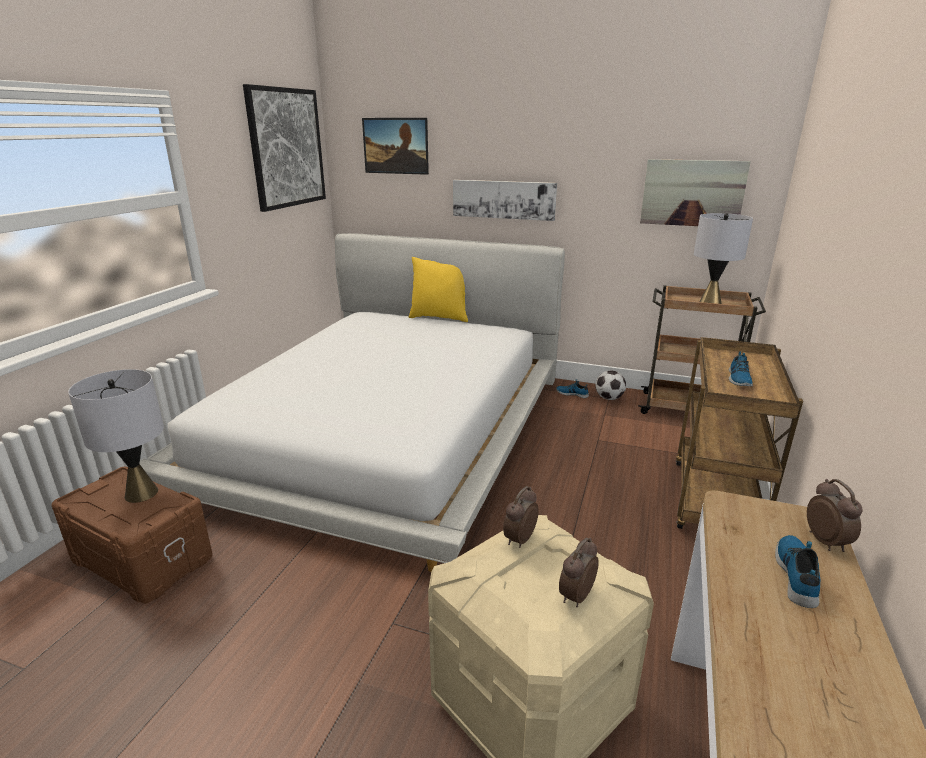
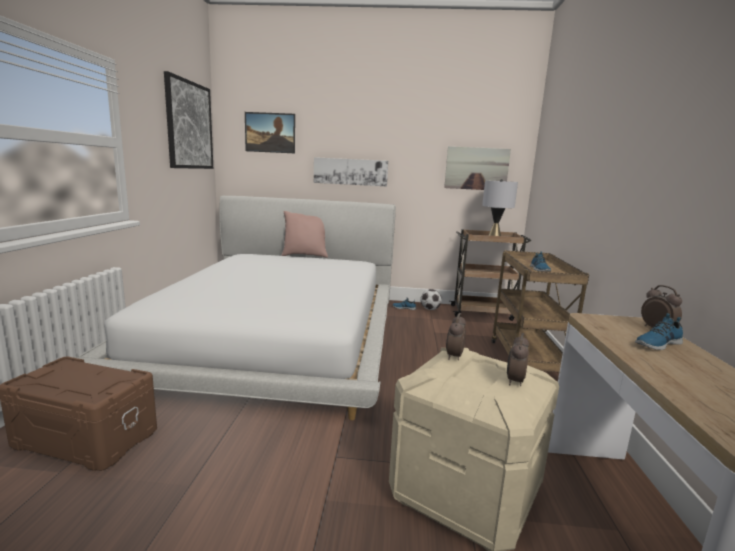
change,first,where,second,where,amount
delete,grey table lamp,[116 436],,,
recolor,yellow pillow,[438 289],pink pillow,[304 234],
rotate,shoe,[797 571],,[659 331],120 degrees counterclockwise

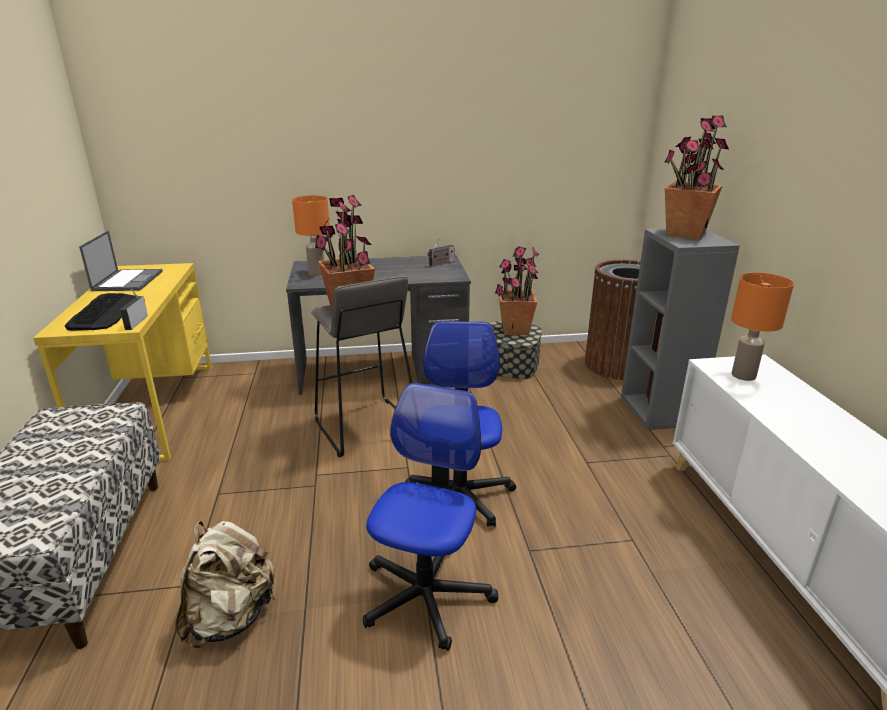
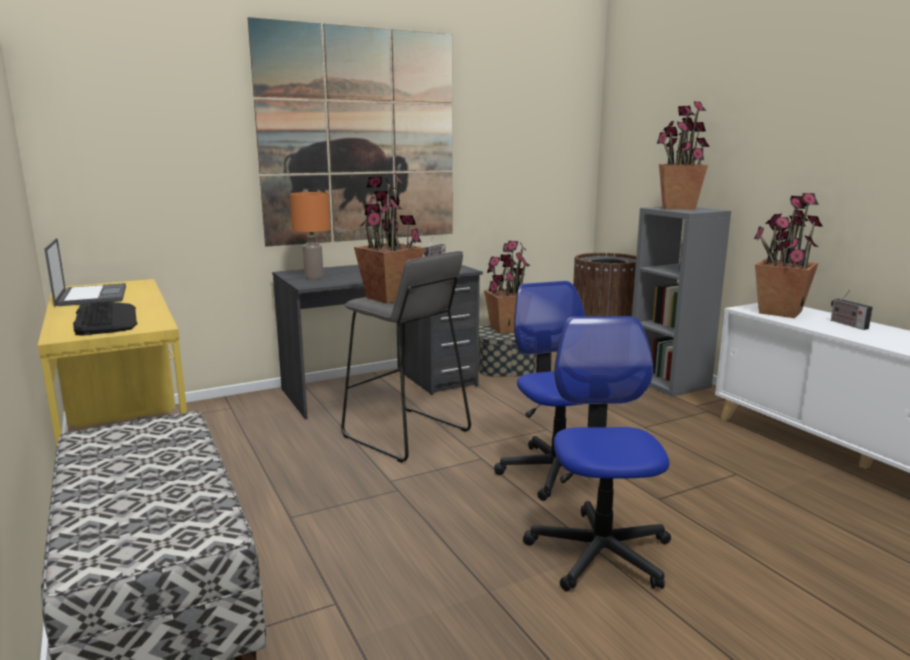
change,first,where,second,where,amount
move,radio,[134 309],,[852 310],
delete,beige backpack,[226 584],,,
replace,orange table lamp,[762 326],potted plant,[788 255],
insert,,,picture,[350 131],

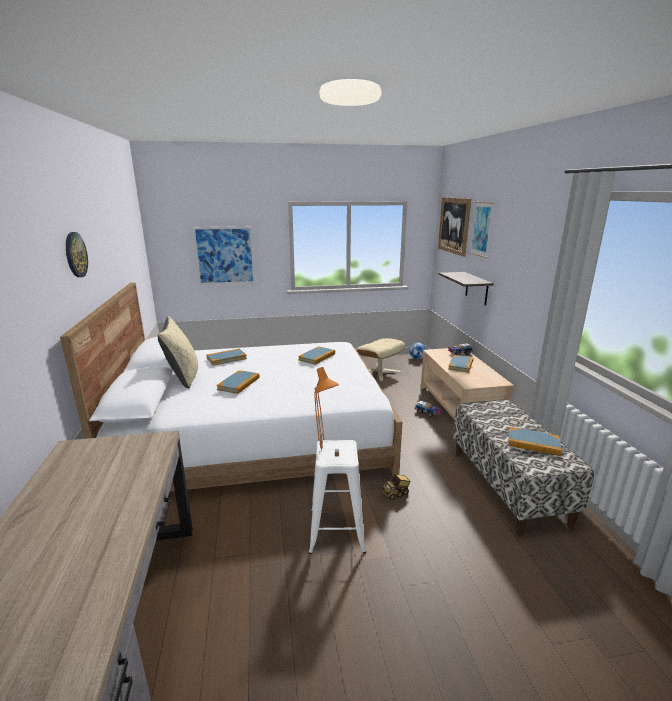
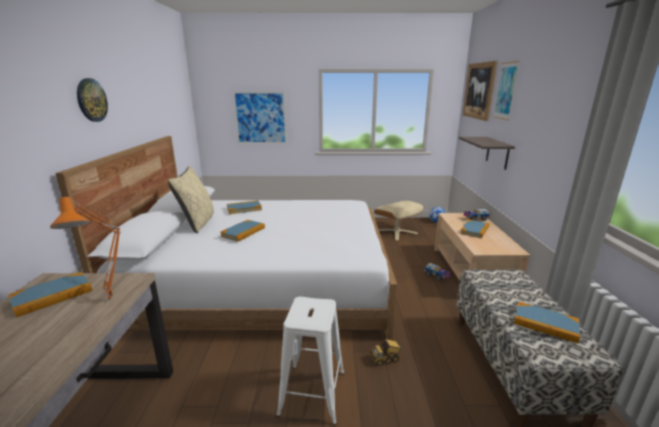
change,first,where,second,where,amount
move,book,[316 355],,[50 294],
move,orange table lamp,[326 409],,[85 249],

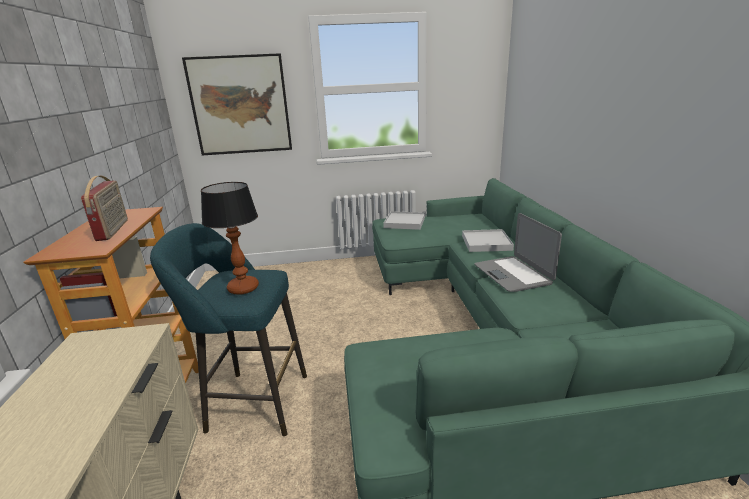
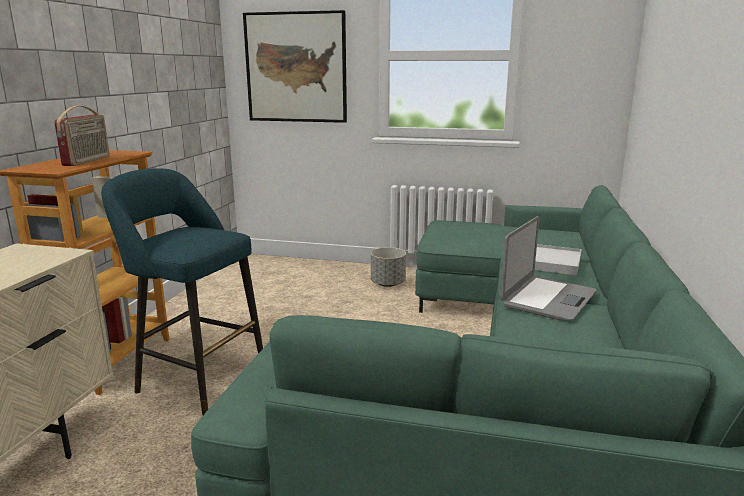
change,first,where,second,where,amount
delete,table lamp,[230 238],,,
delete,white tray,[404 220],,,
rotate,laptop,[518 252],,[548 268],150 degrees counterclockwise
insert,,,grey planter,[388 267],

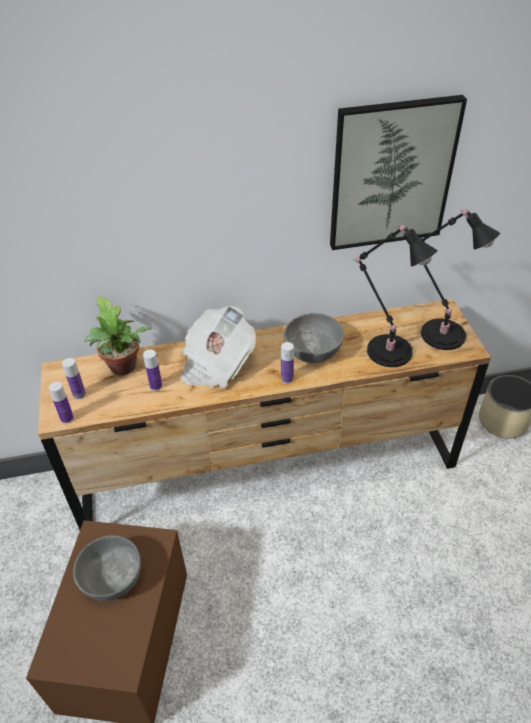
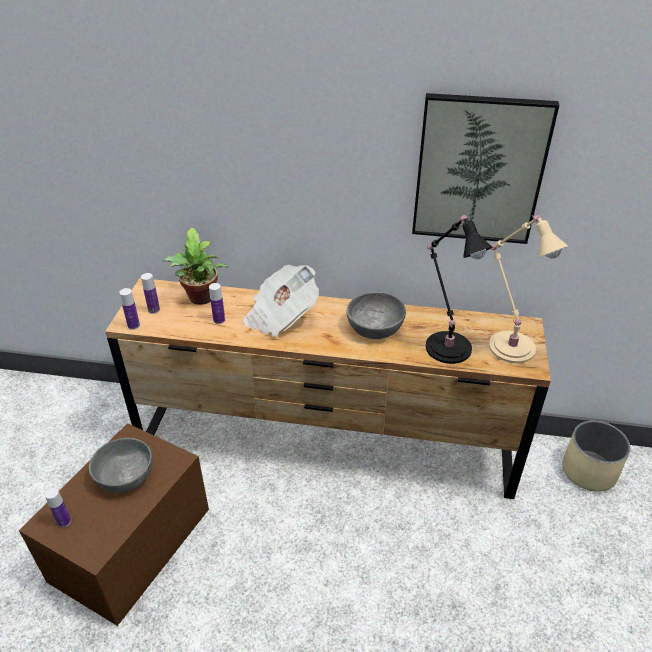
change,first,where,second,where,amount
move,bottle,[287 362],,[58 507],
recolor,black table lamp,[460 279],beige table lamp,[528 289],

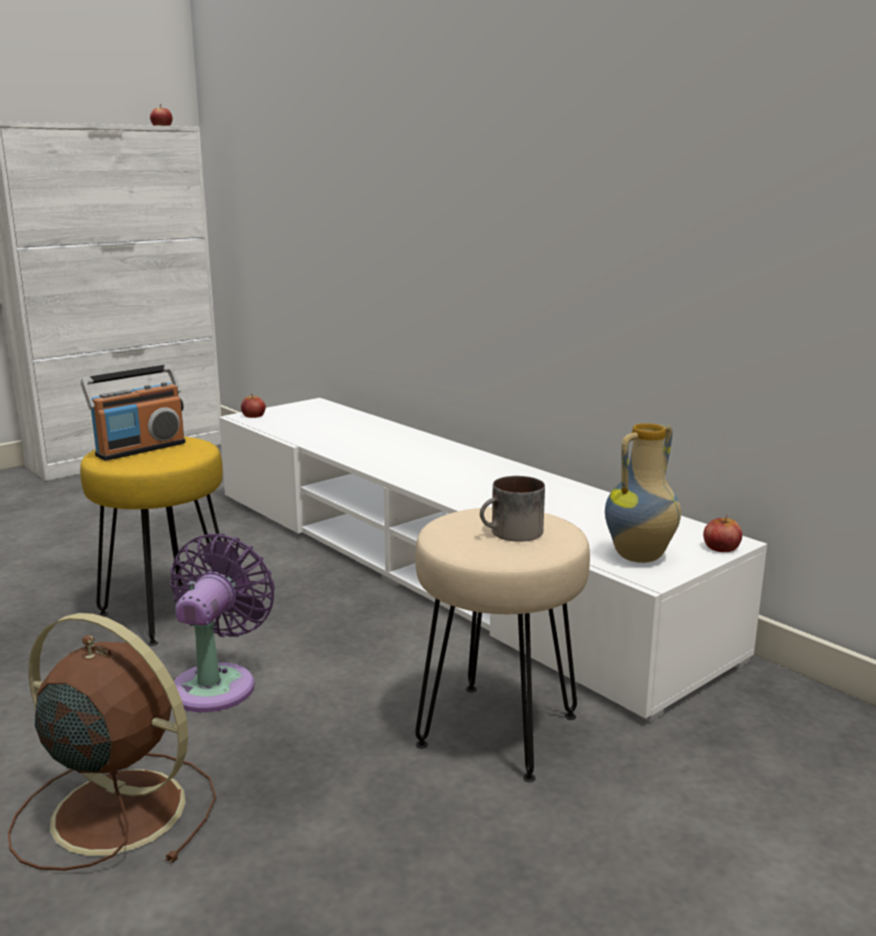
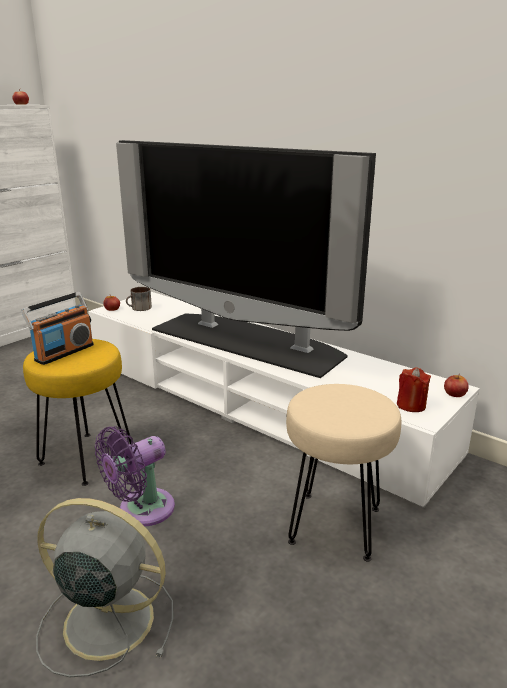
change,first,where,second,where,amount
recolor,brown fan,[112 742],grey fan,[104 587],
rotate,purple fan,[222 622],,[135 476],135 degrees counterclockwise
move,mug,[512 509],,[139 299],
replace,vase,[643 493],red candle,[414 390],
insert,,,television,[246 259],

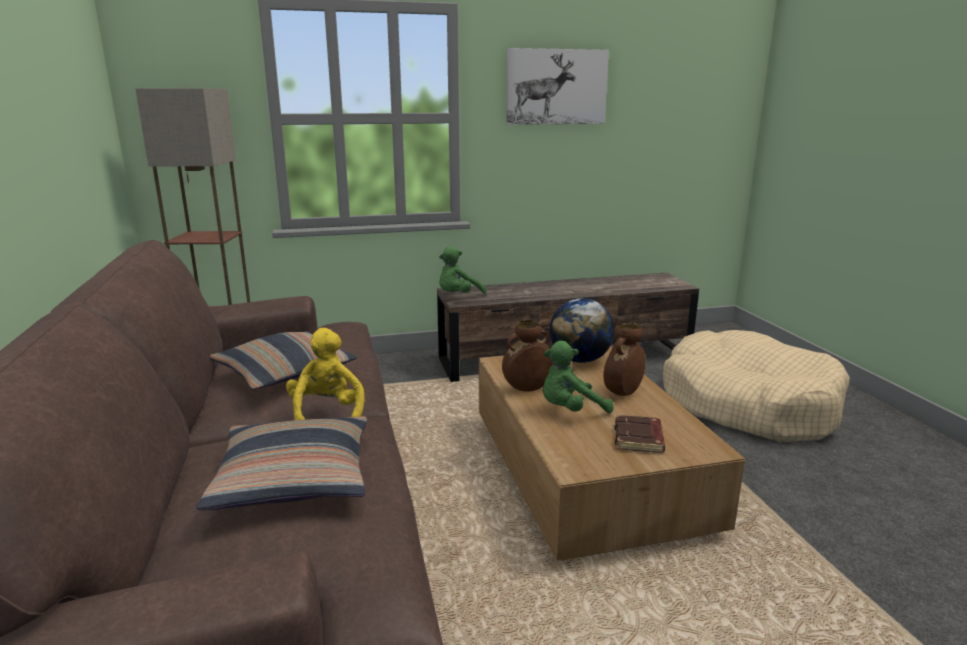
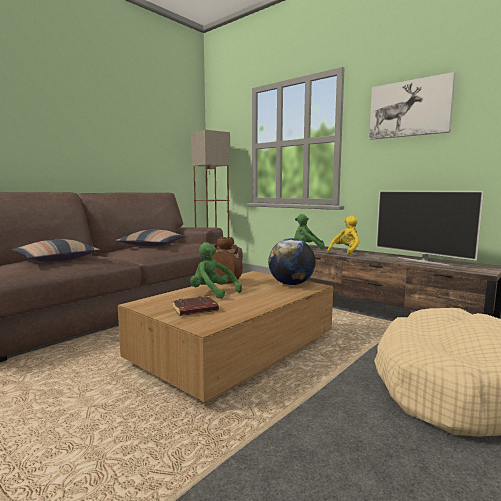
change,first,where,second,where,amount
move,yellow plush toy,[325 374],,[343 236],
delete,brown vase,[624 359],,,
insert,,,television,[430 228],

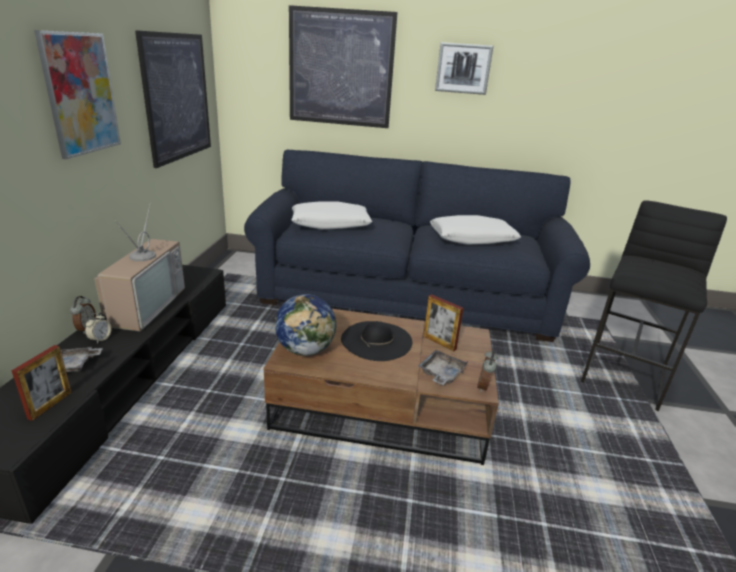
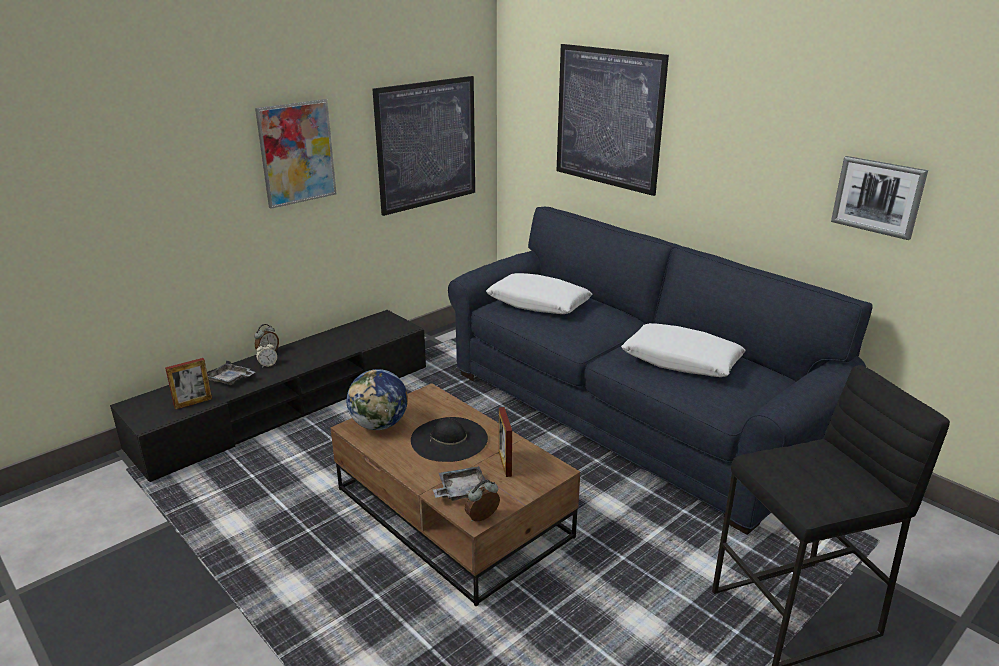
change,first,where,second,where,amount
delete,television,[139 266],,,
move,picture,[464 68],,[879 198],

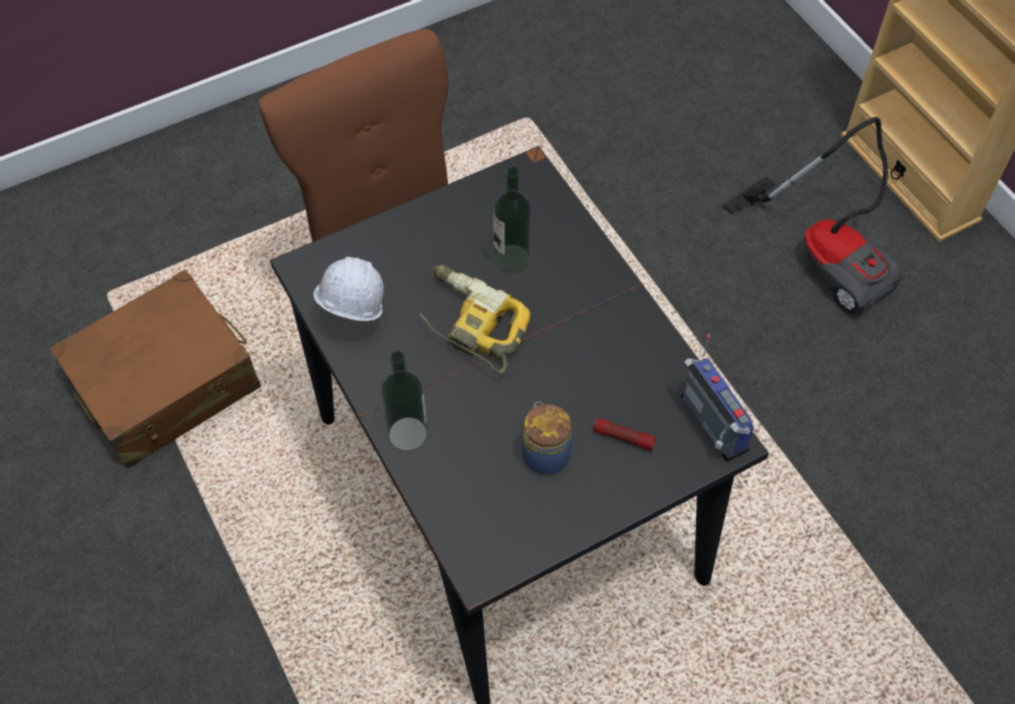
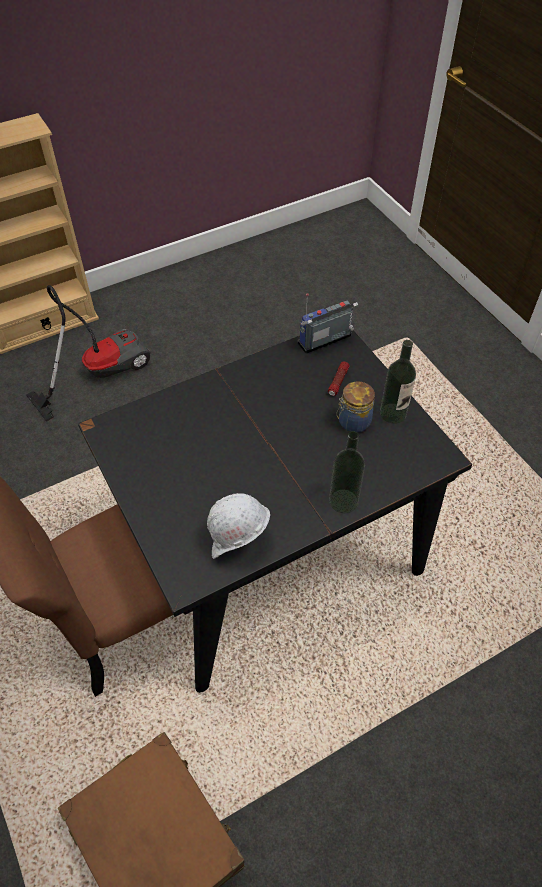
change,first,where,second,where,amount
delete,power drill,[474 320],,,
move,bottle,[512 220],,[398 382],

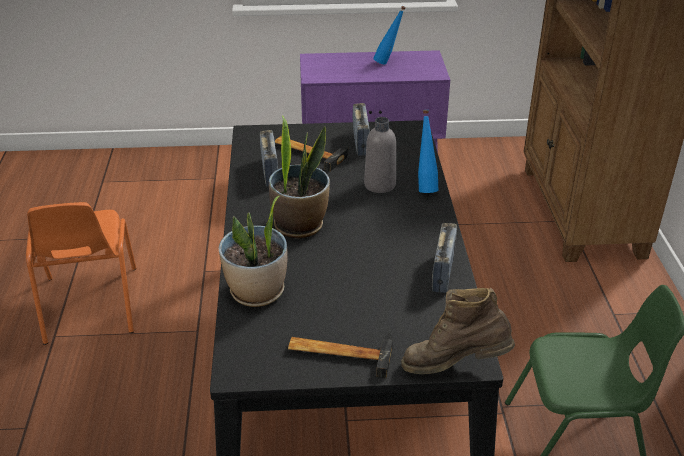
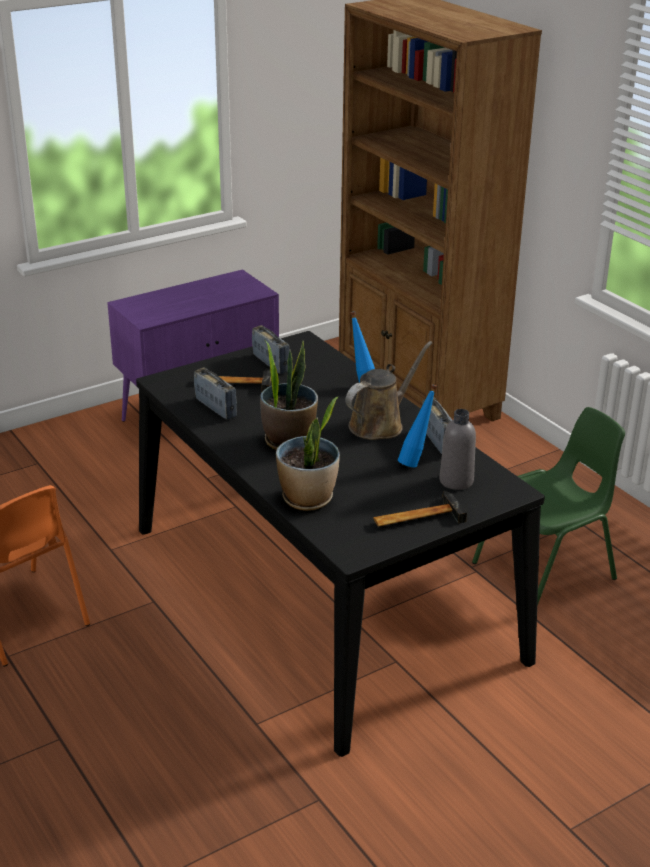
change,first,where,second,where,amount
move,grey bottle,[380 155],,[457 449],
move,blue bottle,[389 35],,[417 425],
delete,brown boot,[458 330],,,
insert,,,brown watering can,[388 390],

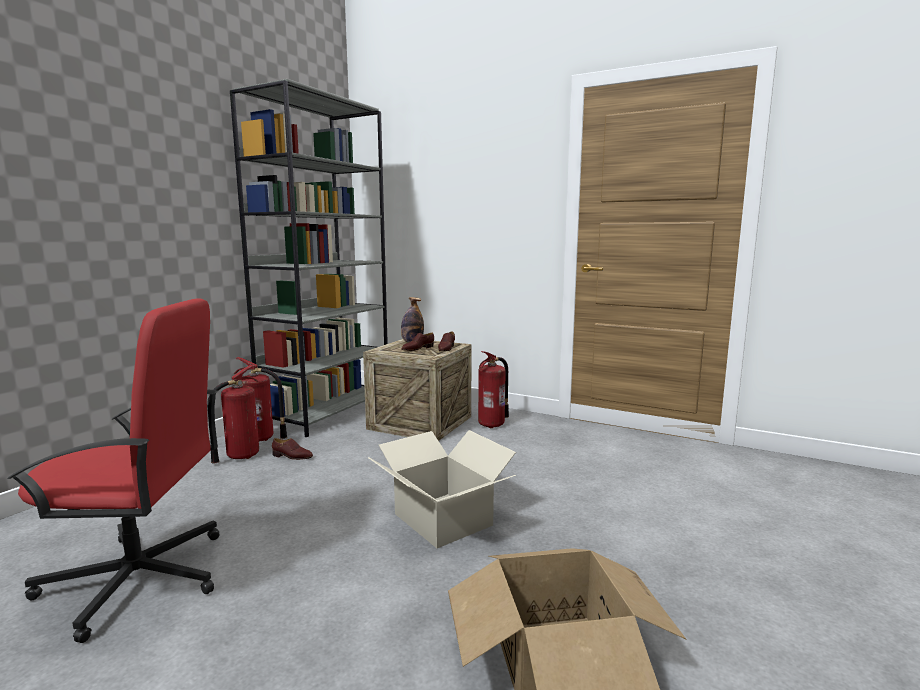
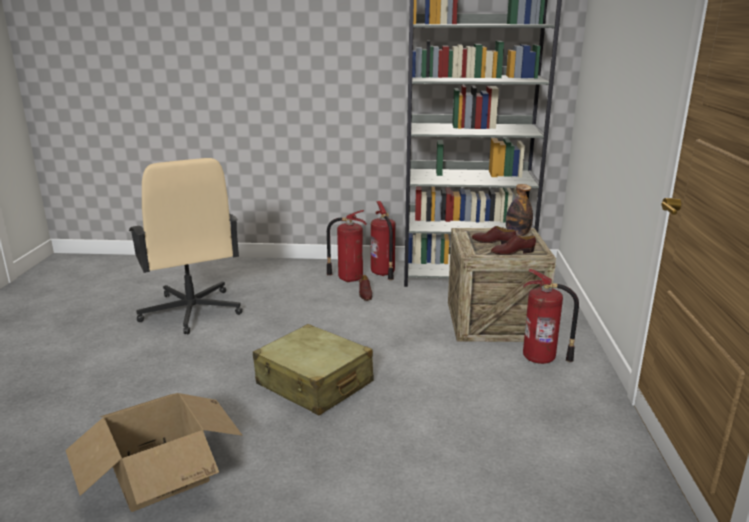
change,first,where,second,where,amount
recolor,red office chair,[113 470],beige office chair,[186 246],
replace,cardboard box,[442 489],beige suitcase,[313 370],

